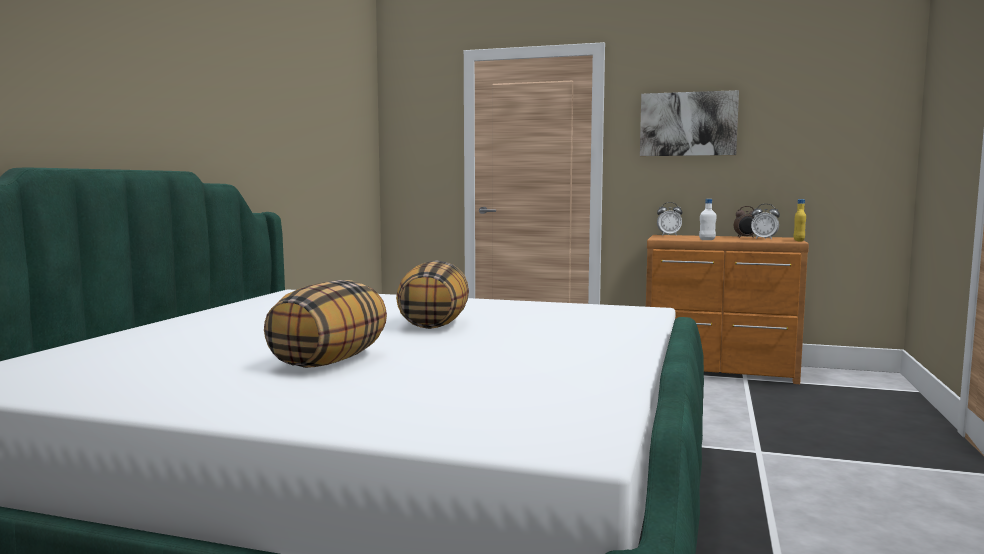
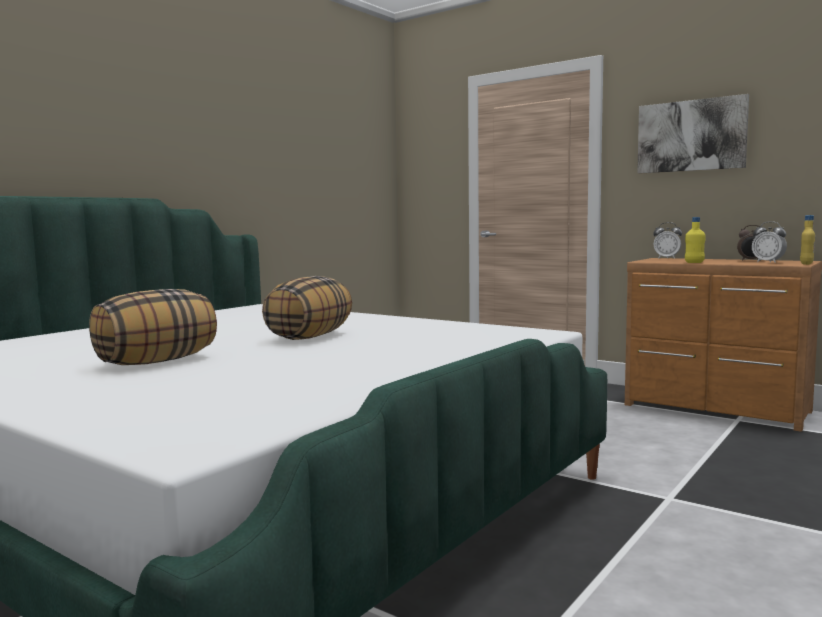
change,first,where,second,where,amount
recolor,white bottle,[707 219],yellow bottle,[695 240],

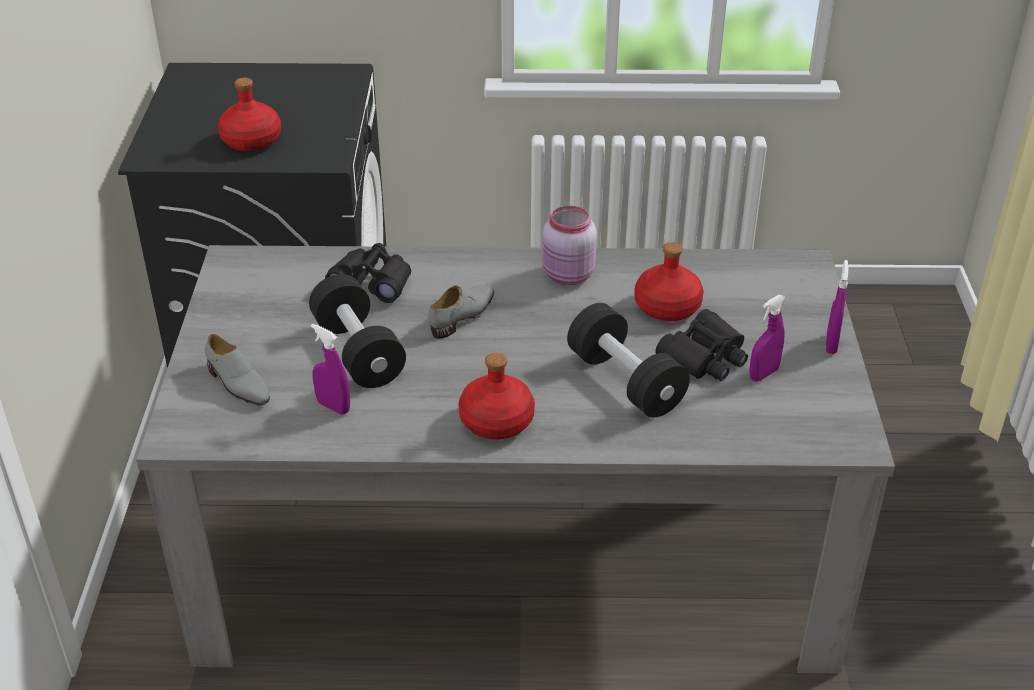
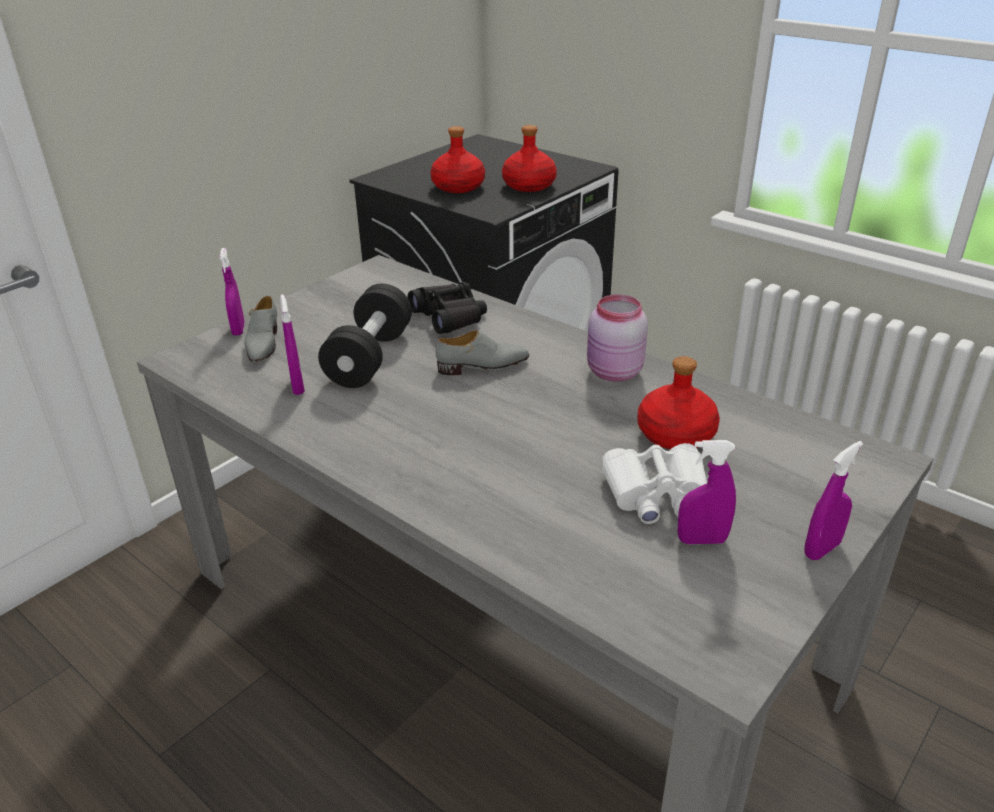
change,first,where,second,where,amount
move,red bottle,[496 396],,[529 158],
delete,black dumbbell,[628 360],,,
recolor,black binoculars,[701 345],white binoculars,[654 483],
insert,,,purple spray bottle,[232 292],

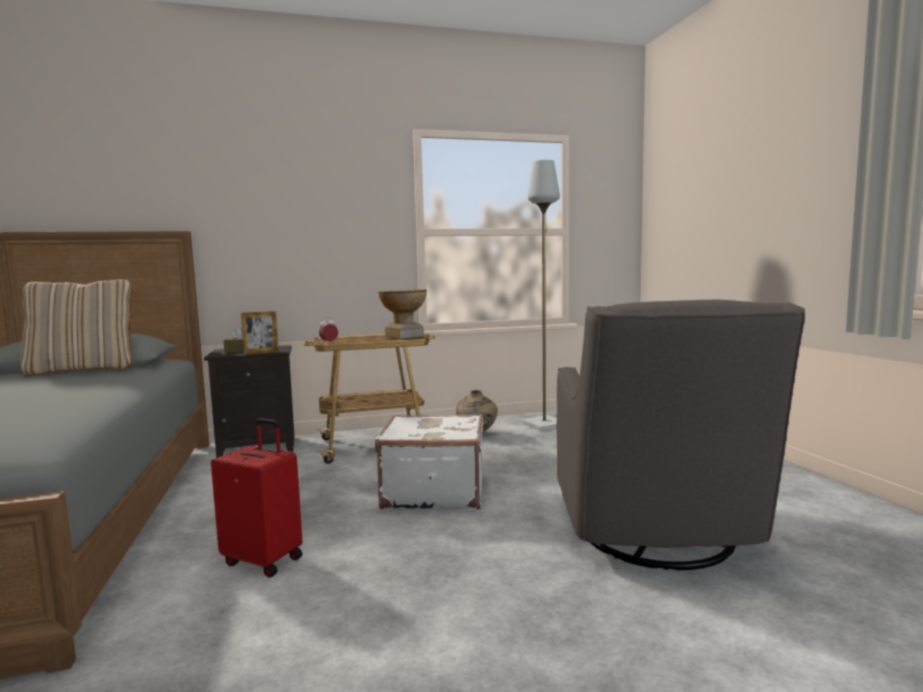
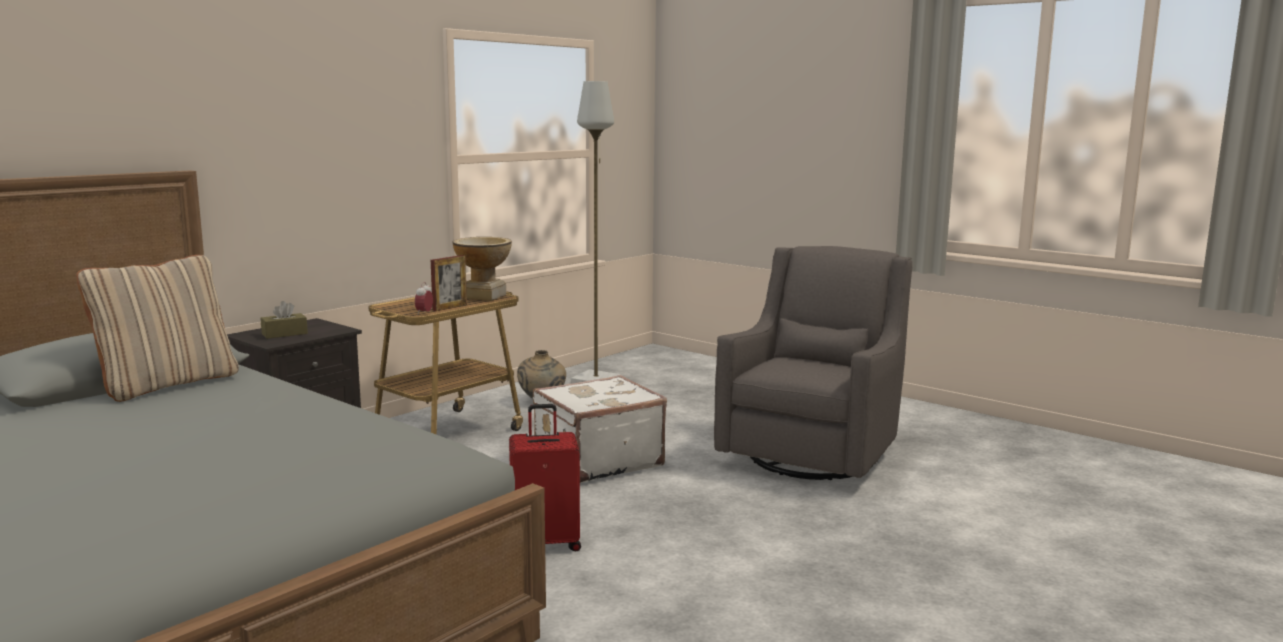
change,first,where,second,where,amount
move,picture frame,[260 332],,[449 283],
rotate,grey armchair,[680 435],,[813 363],120 degrees counterclockwise

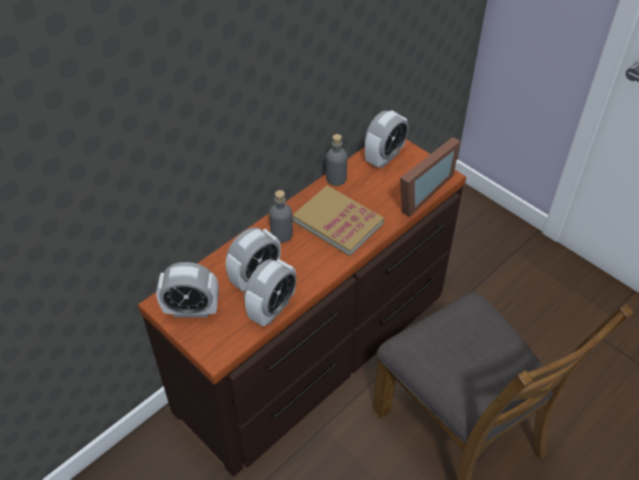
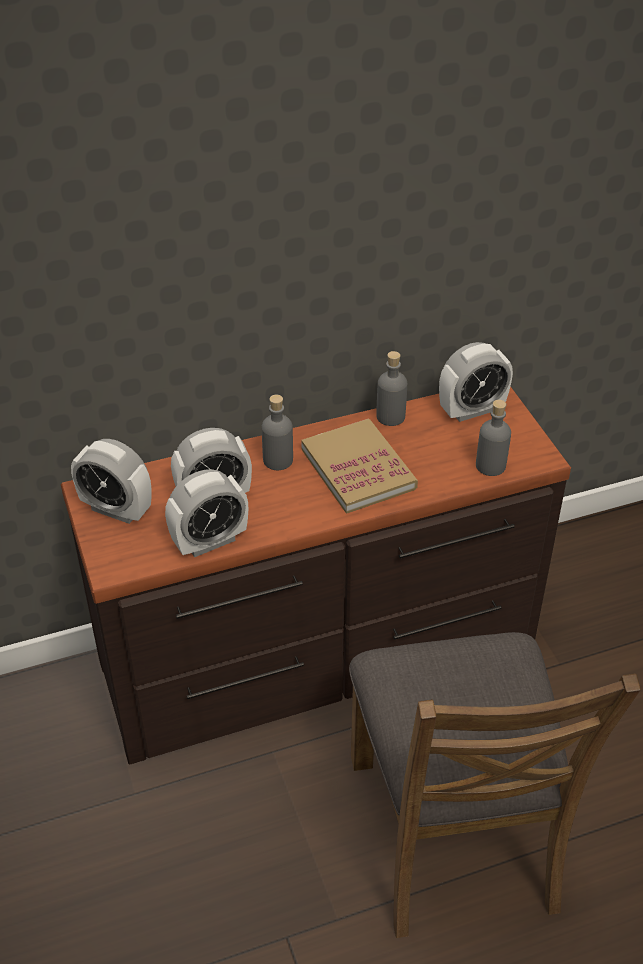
change,first,where,second,where,amount
replace,picture frame,[430 177],grey bottle,[493 438],

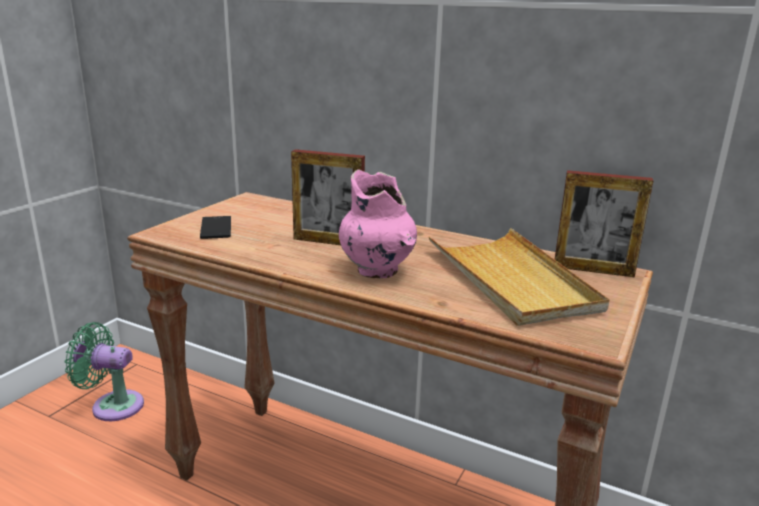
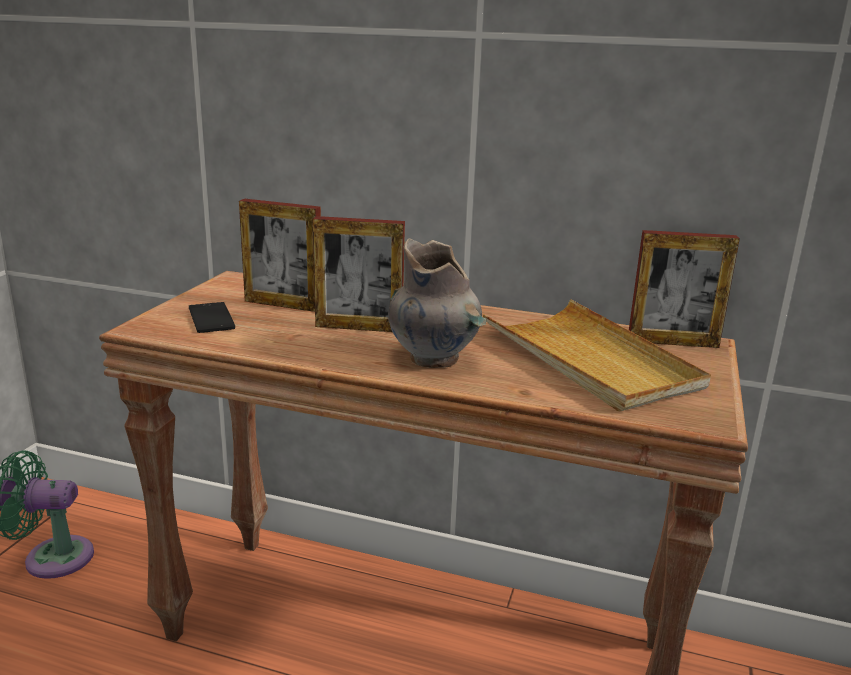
change,first,where,second,where,amount
recolor,pink vase,[378 223],grey vase,[437 303],
insert,,,picture frame,[280 255],

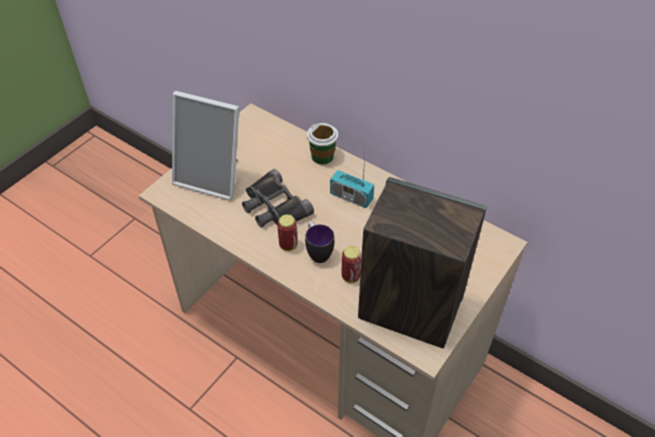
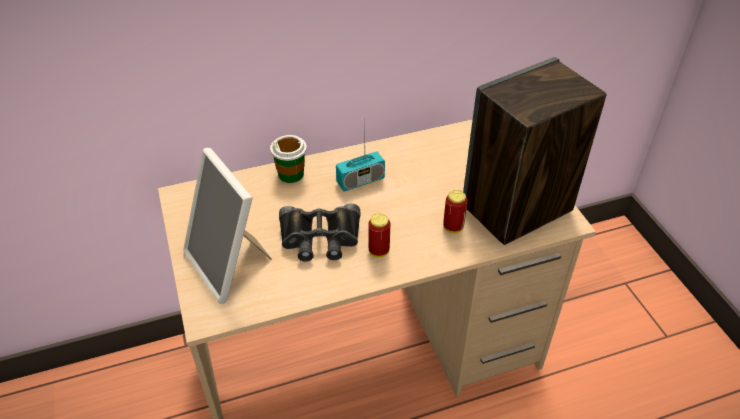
change,first,where,second,where,amount
rotate,picture frame,[205 146],,[227 226],90 degrees clockwise
delete,mug,[319 242],,,

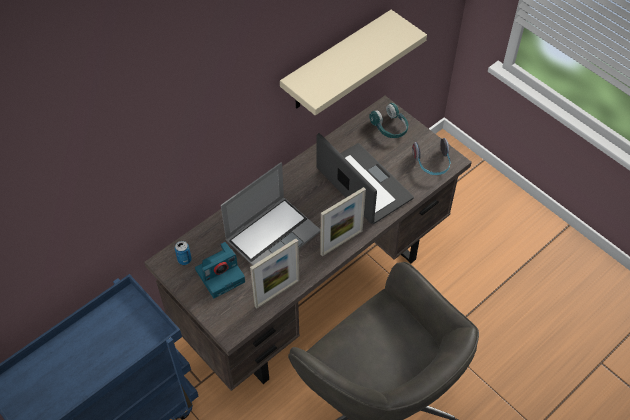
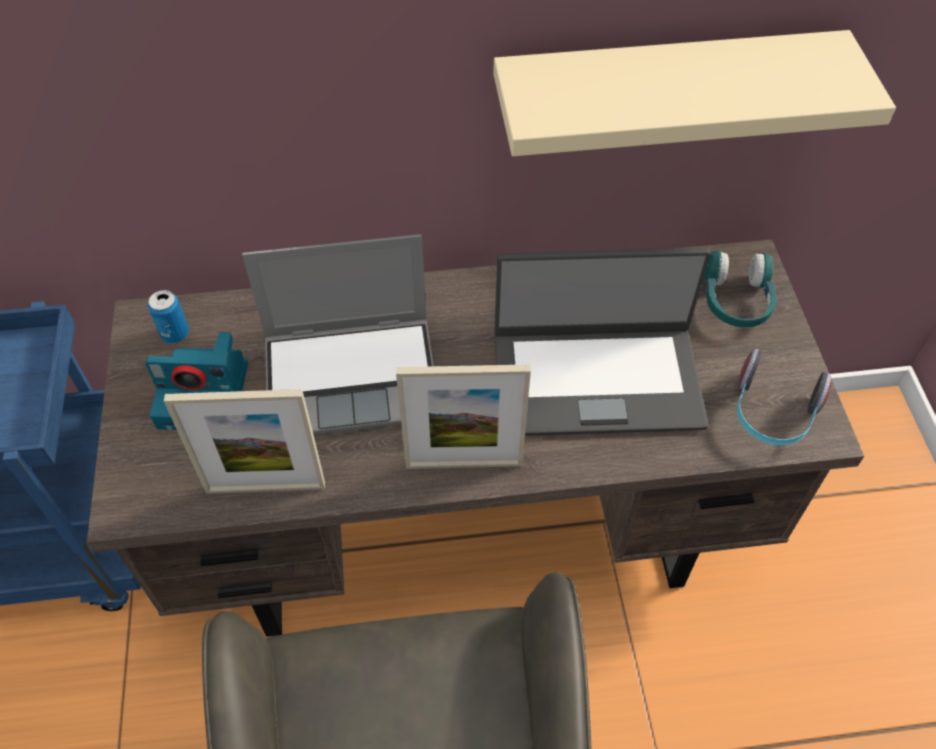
change,first,where,second,where,amount
rotate,laptop,[365 178],,[603 342],90 degrees clockwise

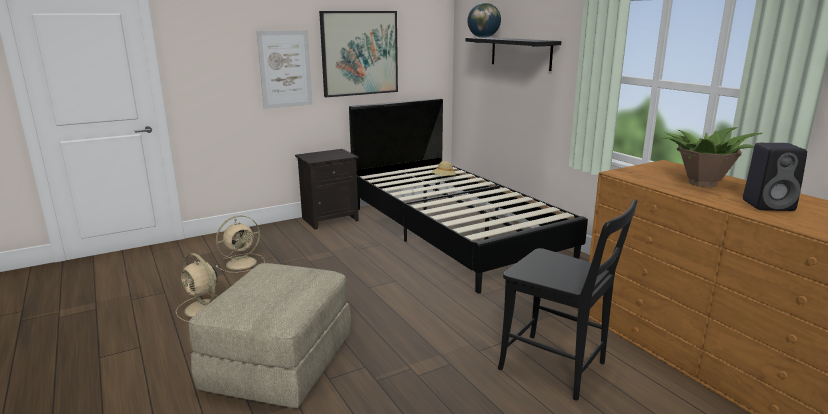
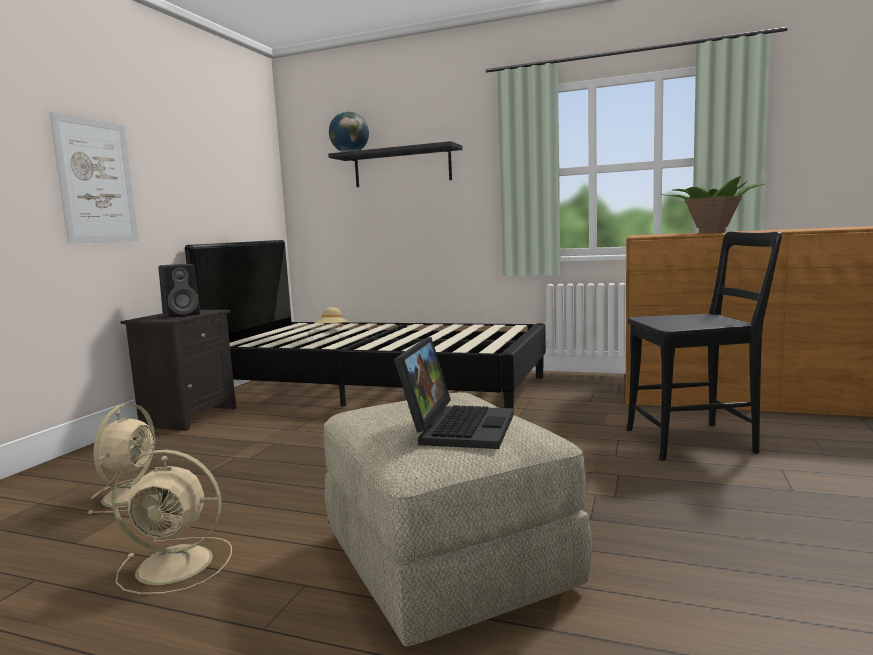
change,first,where,second,where,amount
delete,picture,[358 54],,,
move,black speaker,[775 177],,[179 291],
insert,,,laptop,[454 393],

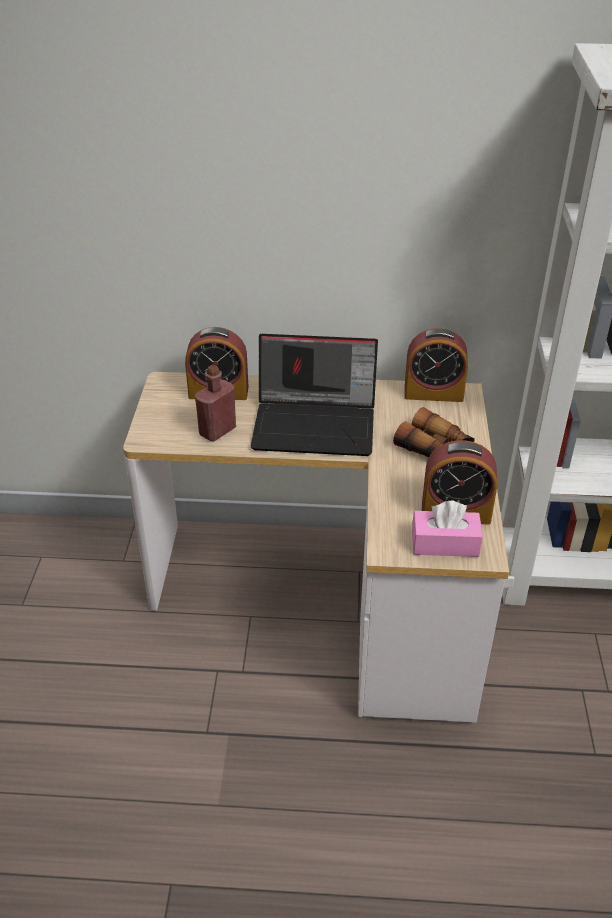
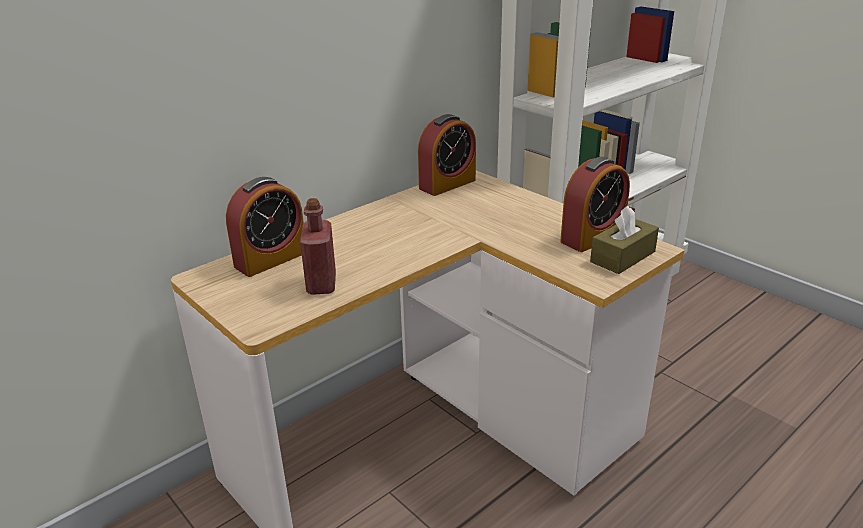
change,first,where,second,where,amount
delete,laptop,[314 395],,,
delete,binoculars,[434 432],,,
recolor,pink tissue box,[447 529],brown tissue box,[624 240],

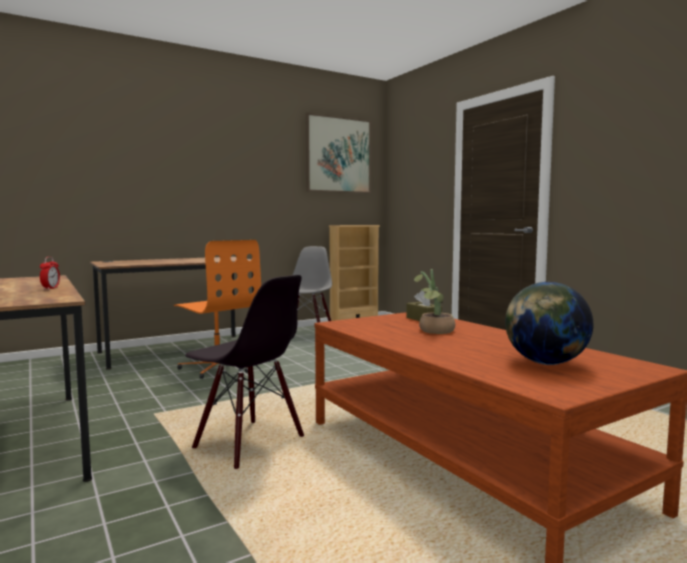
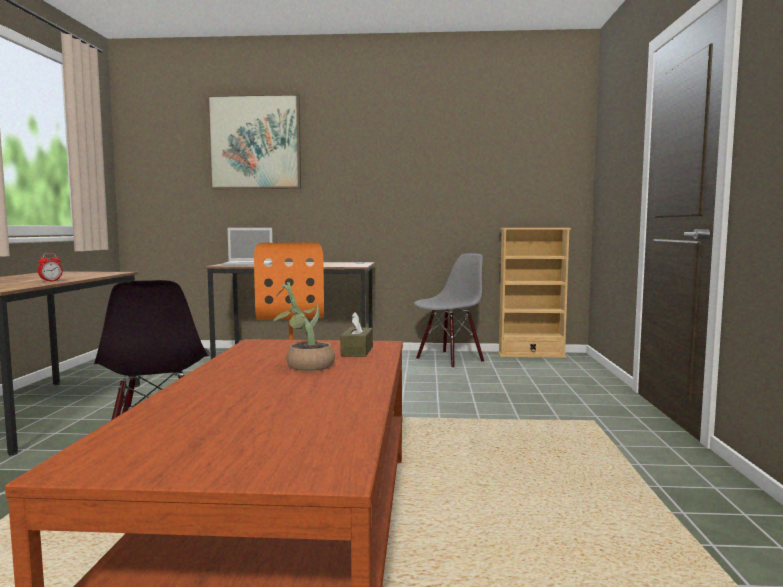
change,first,where,second,where,amount
move,picture,[339 153],,[253 141],
delete,globe,[549 323],,,
insert,,,laptop,[247 247],

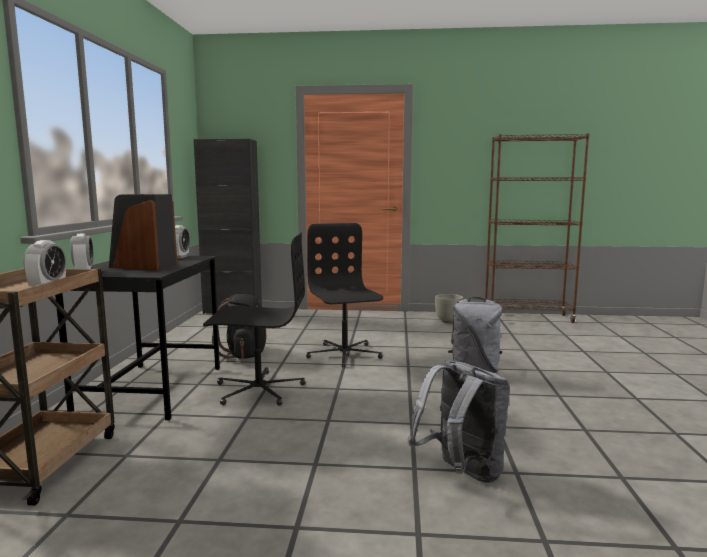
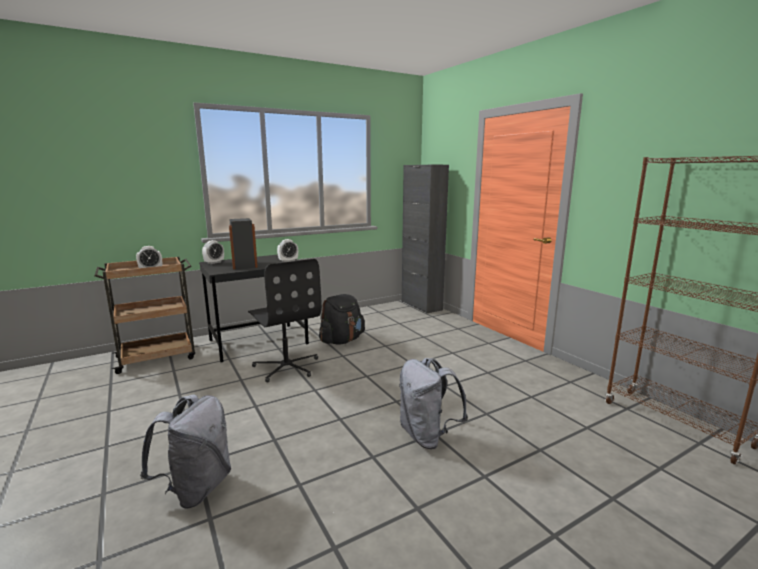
change,first,where,second,where,amount
delete,black office chair,[344 295],,,
delete,grey planter,[449 308],,,

